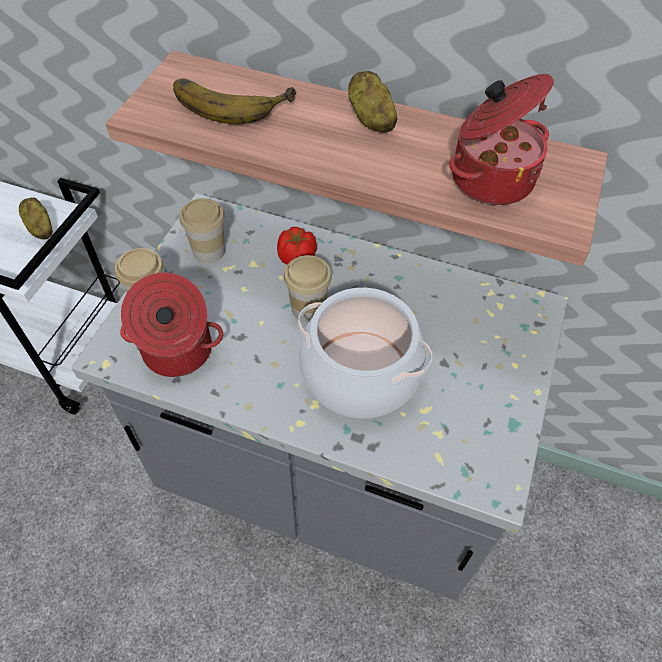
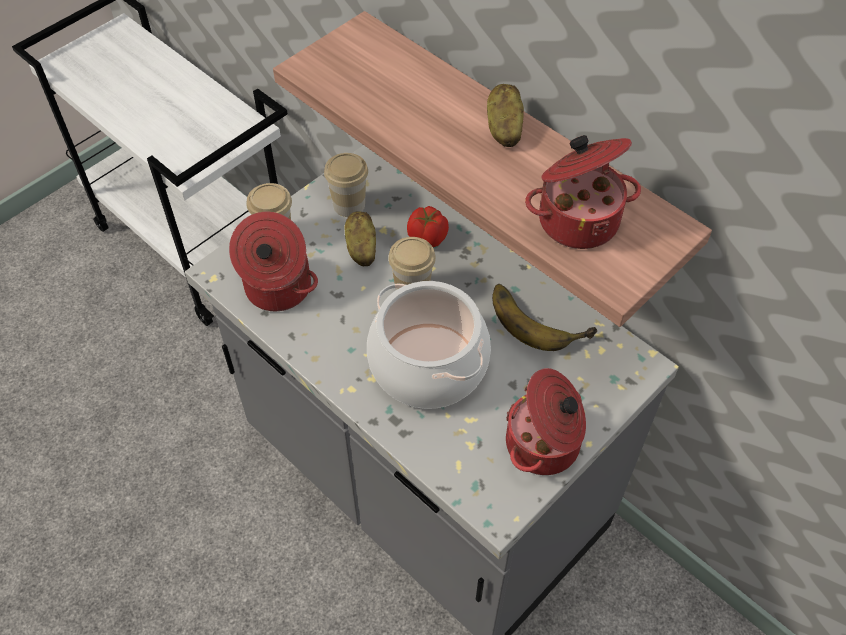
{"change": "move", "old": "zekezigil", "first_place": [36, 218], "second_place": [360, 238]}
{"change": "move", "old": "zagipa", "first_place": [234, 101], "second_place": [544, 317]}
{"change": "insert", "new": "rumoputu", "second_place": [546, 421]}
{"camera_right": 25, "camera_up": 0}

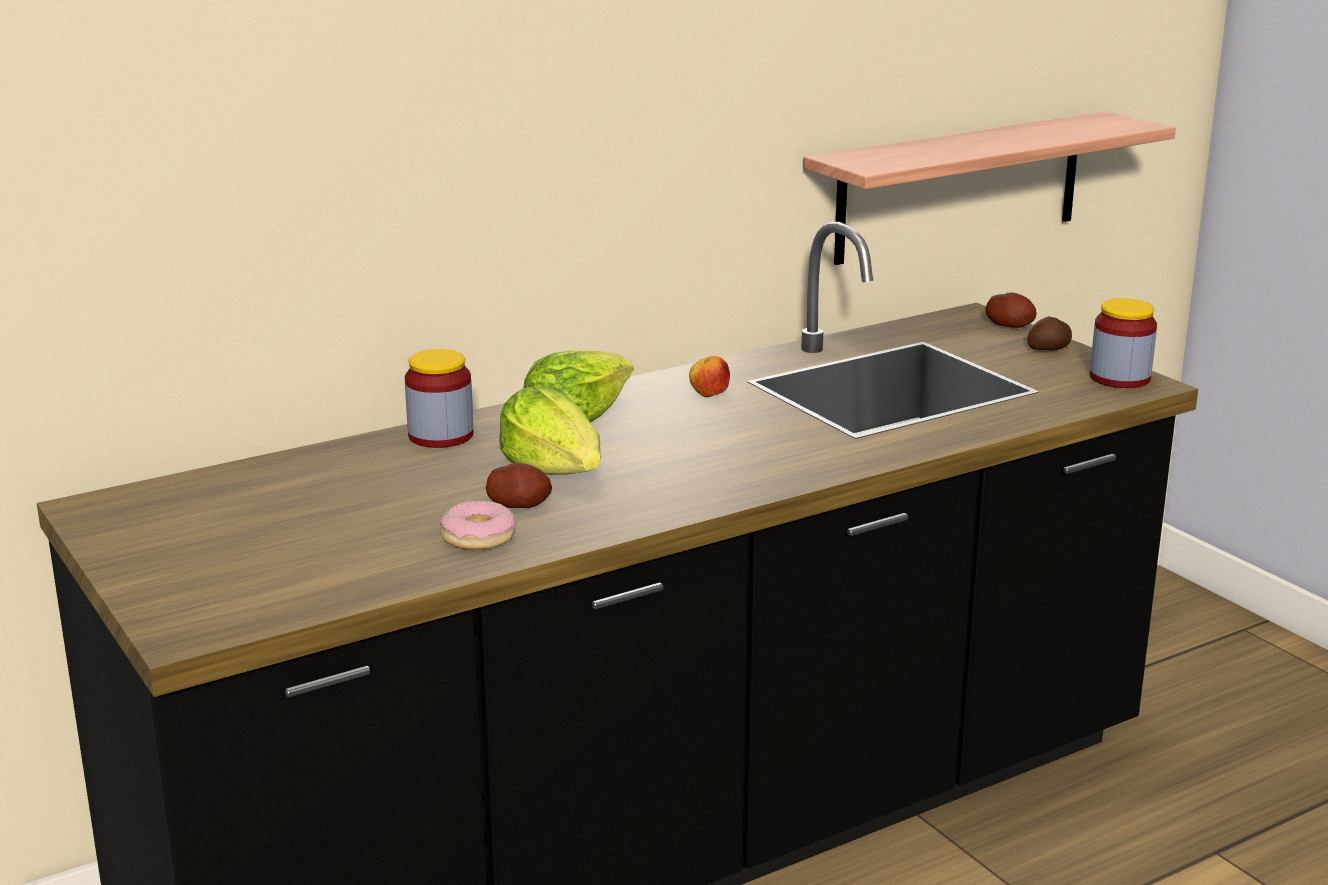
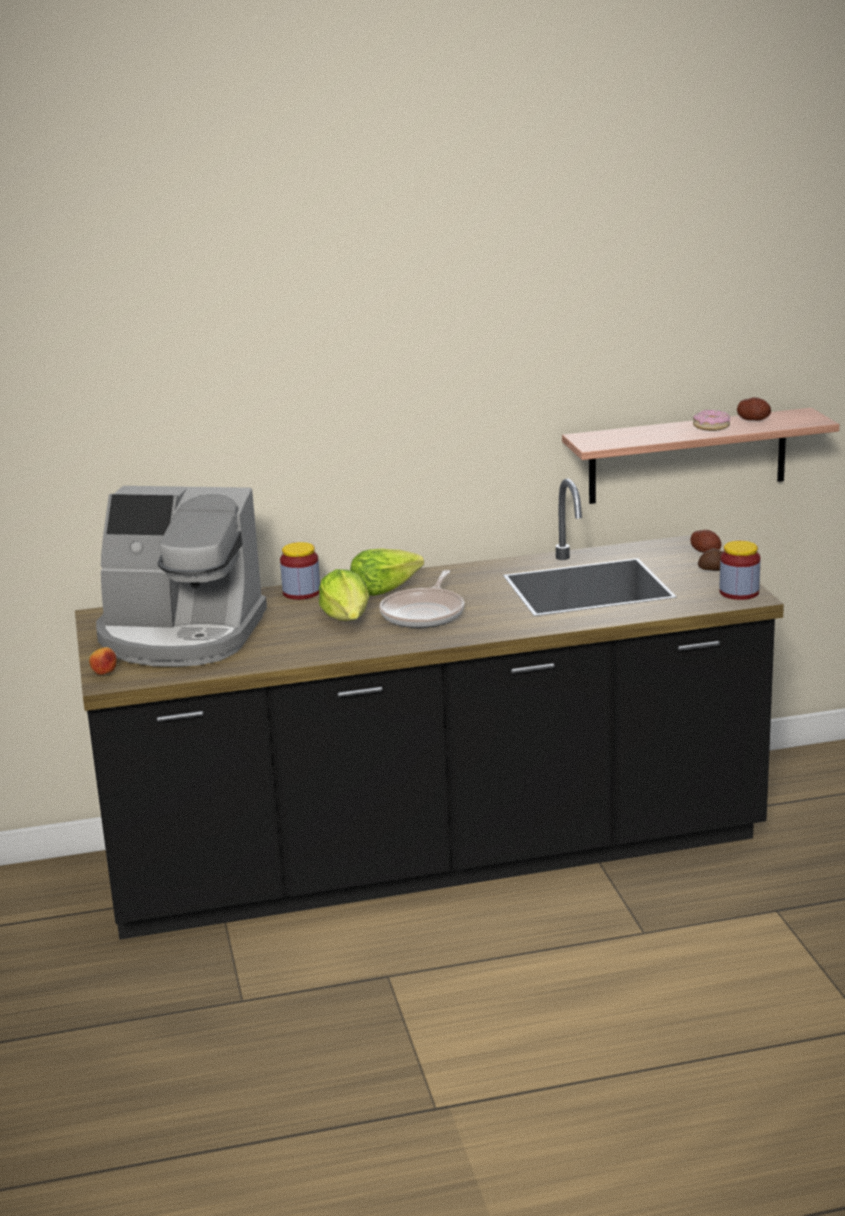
{"change": "move", "old": "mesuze", "first_place": [709, 376], "second_place": [103, 661]}
{"change": "insert", "new": "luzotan", "second_place": [181, 576]}
{"change": "insert", "new": "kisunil", "second_place": [422, 599]}
{"change": "move", "old": "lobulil", "first_place": [477, 525], "second_place": [711, 420]}
{"change": "move", "old": "zekezigil", "first_place": [519, 485], "second_place": [754, 409]}
{"camera_right": 20, "camera_up": 0}

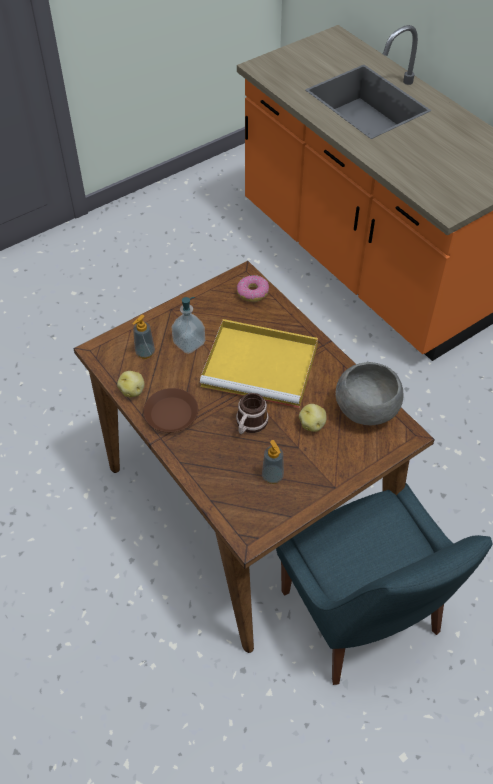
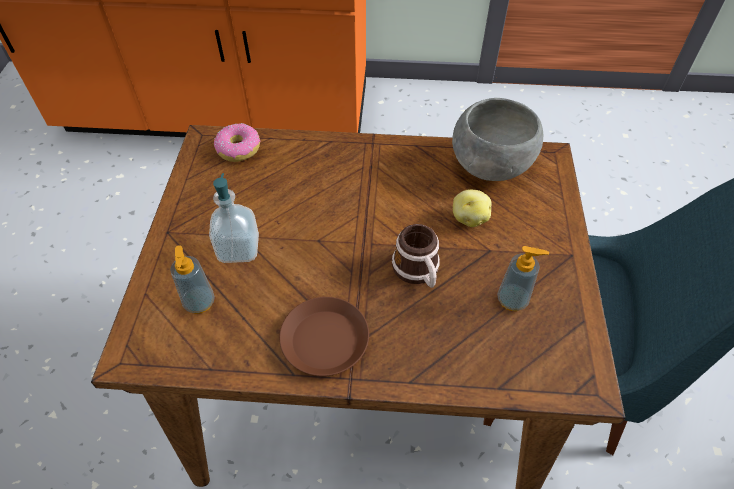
{"change": "delete", "old": "zekezigil", "first_place": [131, 384]}
{"change": "delete", "old": "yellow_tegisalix", "first_place": [259, 363]}
{"camera_right": -50, "camera_up": 0}

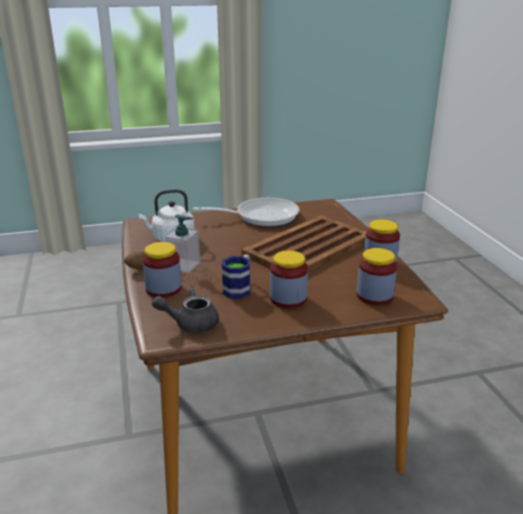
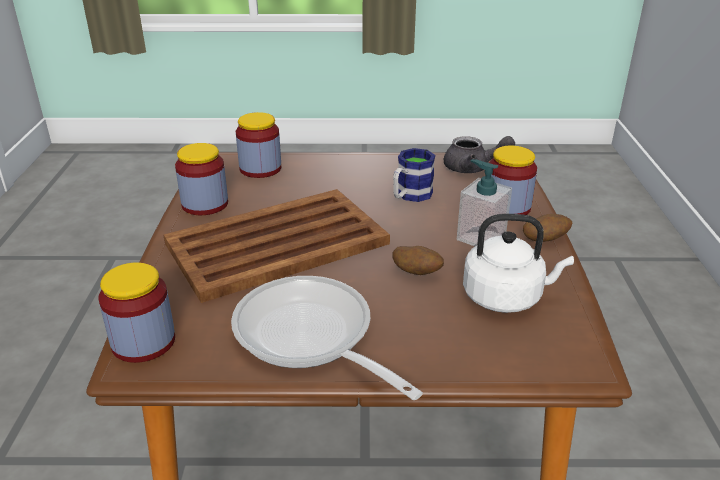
{"change": "move", "old": "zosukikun", "first_place": [289, 279], "second_place": [136, 312]}
{"change": "rotate", "old": "kisunil", "first_place": [247, 212], "second_place": [327, 338], "degrees": 45}
{"change": "insert", "new": "zekezigil", "second_place": [418, 260]}
{"camera_right": -165, "camera_up": 5}

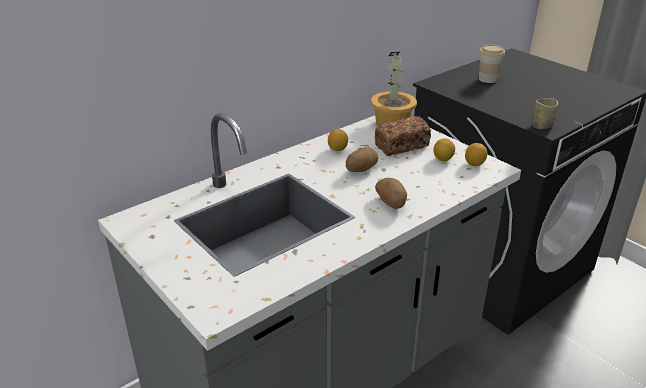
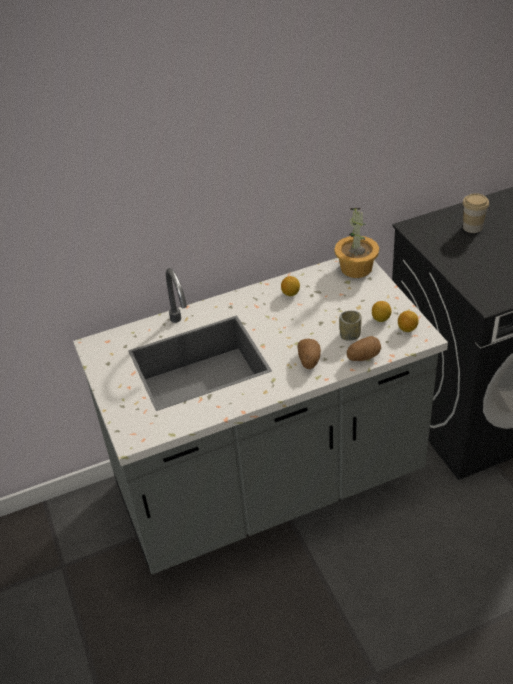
{"change": "move", "old": "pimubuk", "first_place": [545, 113], "second_place": [350, 326]}
{"change": "move", "old": "zekezigil", "first_place": [362, 159], "second_place": [364, 348]}
{"change": "delete", "old": "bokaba", "first_place": [403, 136]}
{"camera_right": 20, "camera_up": 10}

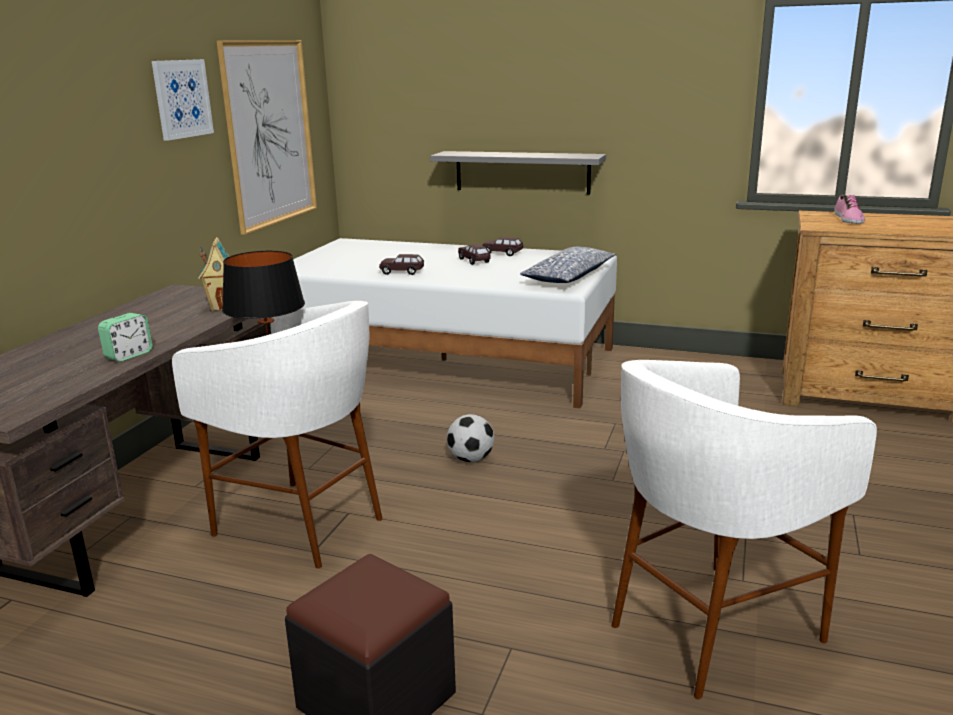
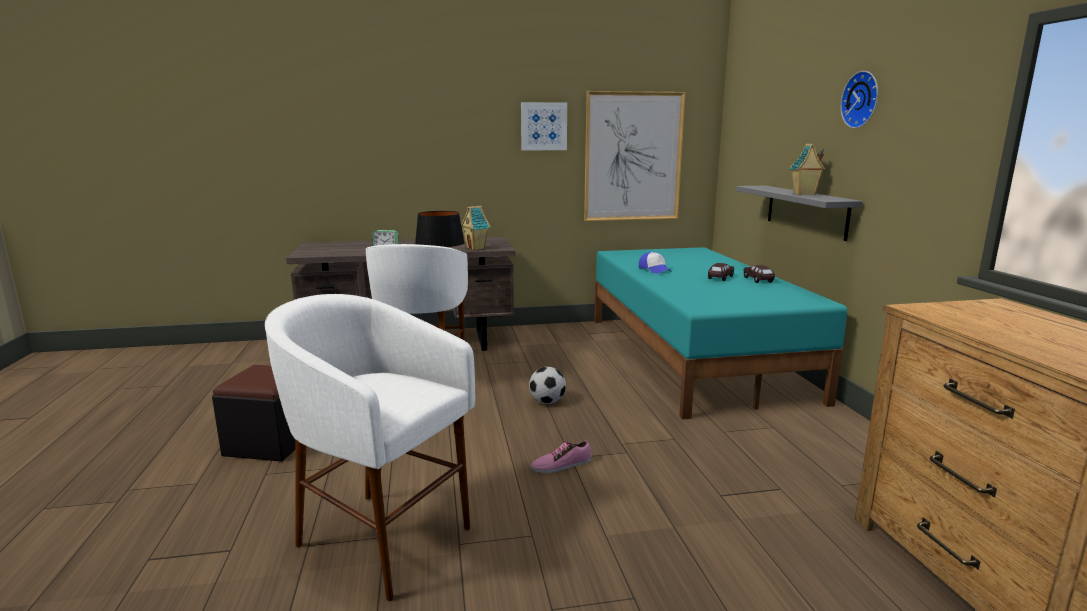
{"change": "move", "old": "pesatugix", "first_place": [849, 209], "second_place": [561, 457]}
{"change": "recolor", "old": "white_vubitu", "new": "turquoise_vubitu", "first_place": [455, 323], "second_place": [720, 333]}
{"change": "replace", "old": "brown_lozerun", "new": "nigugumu", "first_place": [401, 264], "second_place": [655, 263]}
{"change": "insert", "new": "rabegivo", "second_place": [807, 169]}
{"change": "insert", "new": "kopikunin", "second_place": [859, 99]}
{"change": "delete", "old": "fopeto", "first_place": [568, 265]}
{"camera_right": 60, "camera_up": -5}

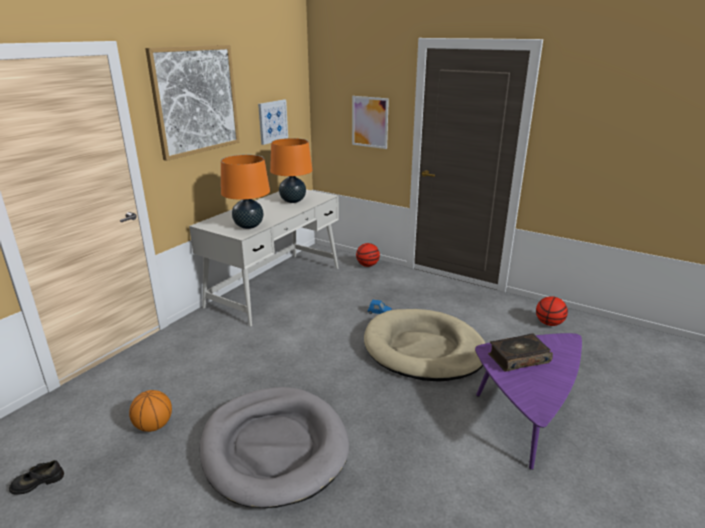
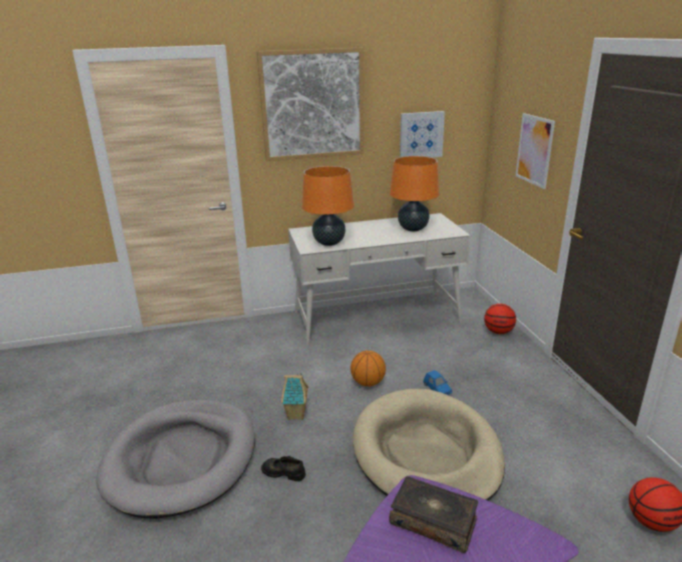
{"change": "move", "old": "black_pesatugix", "first_place": [36, 477], "second_place": [283, 468]}
{"change": "insert", "new": "rabegivo", "second_place": [295, 396]}
{"change": "move", "old": "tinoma", "first_place": [150, 411], "second_place": [368, 368]}
{"camera_right": 45, "camera_up": 0}

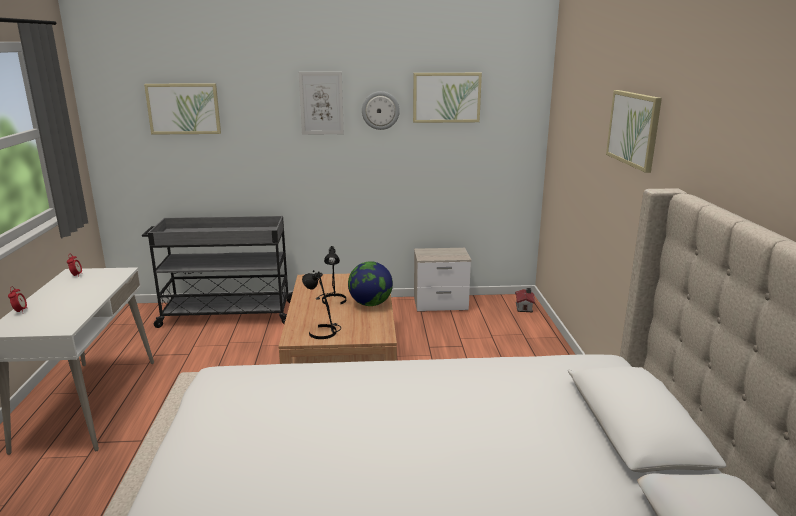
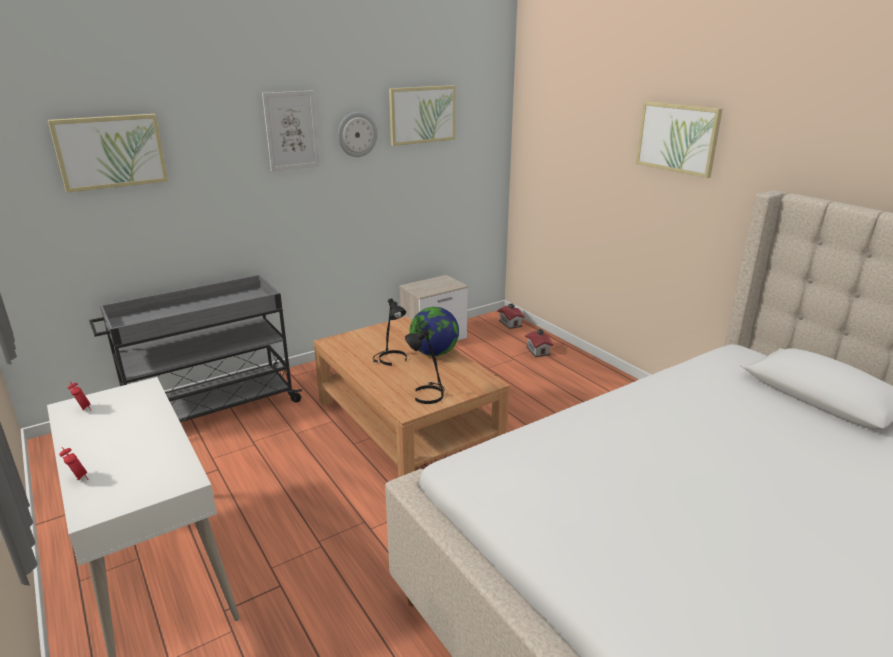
{"change": "insert", "new": "rabegivo", "second_place": [539, 343]}
{"camera_right": -30, "camera_up": 5}

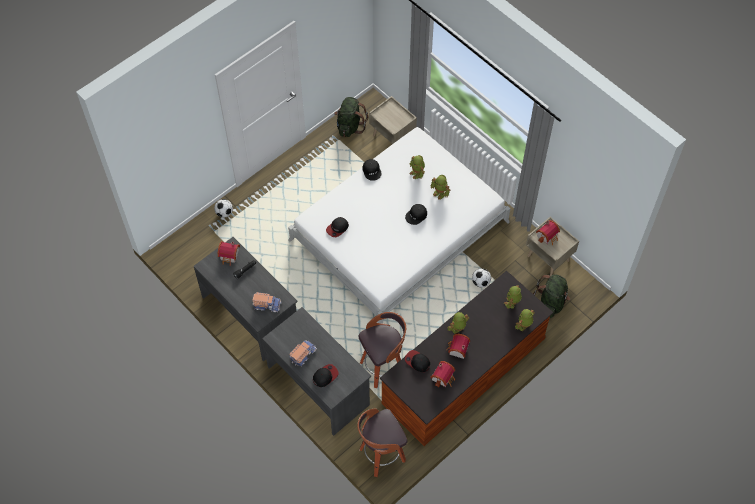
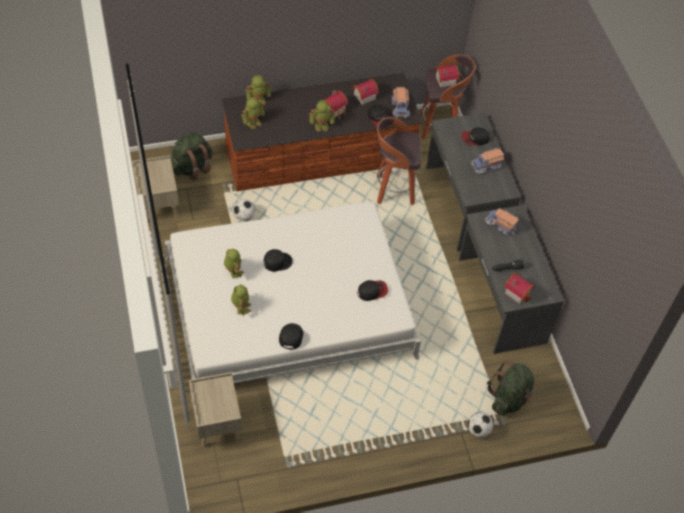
{"change": "insert", "new": "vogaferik", "second_place": [400, 102]}
{"change": "move", "old": "rabegivo", "first_place": [548, 232], "second_place": [447, 76]}
{"change": "move", "old": "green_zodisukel", "first_place": [351, 117], "second_place": [510, 388]}
{"camera_right": -155, "camera_up": -5}

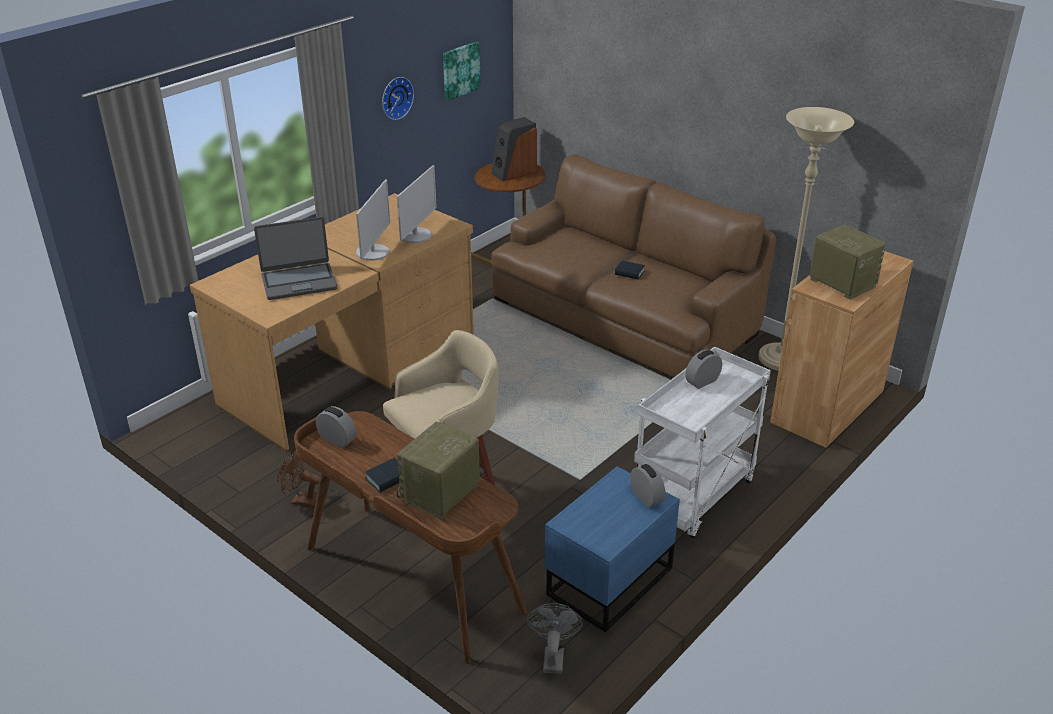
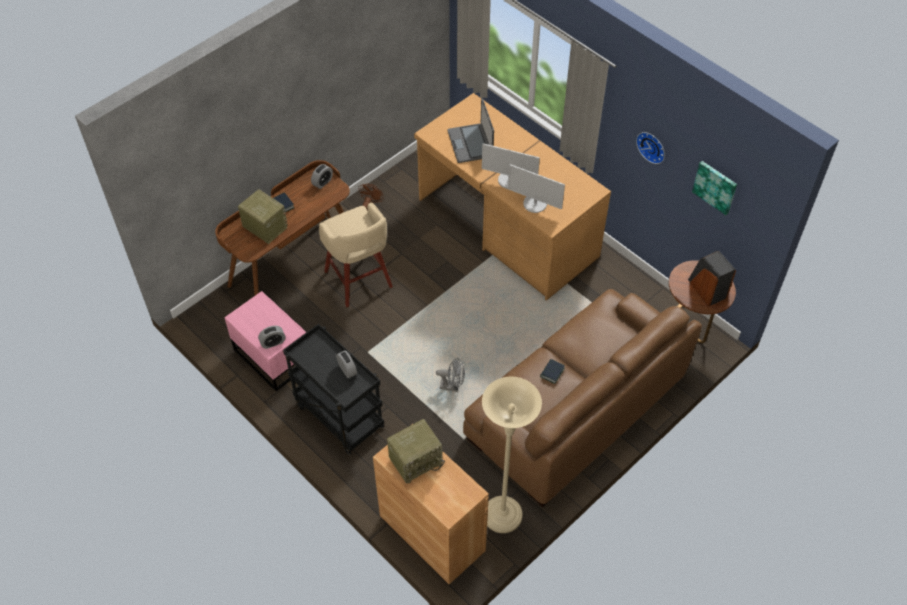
{"change": "recolor", "old": "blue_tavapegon", "new": "pink_tavapegon", "first_place": [612, 549], "second_place": [265, 341]}
{"change": "recolor", "old": "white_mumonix", "new": "black_mumonix", "first_place": [702, 442], "second_place": [333, 389]}
{"change": "move", "old": "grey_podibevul", "first_place": [555, 638], "second_place": [450, 374]}
{"camera_right": 95, "camera_up": 20}

